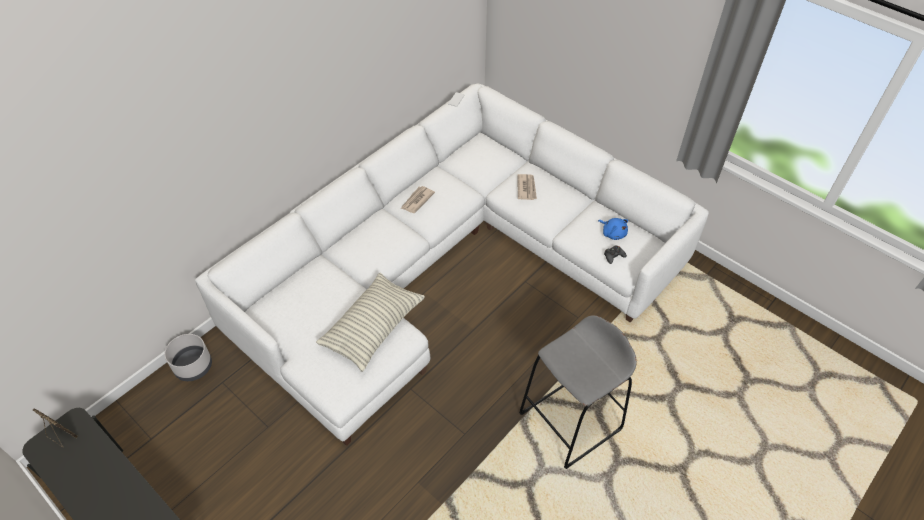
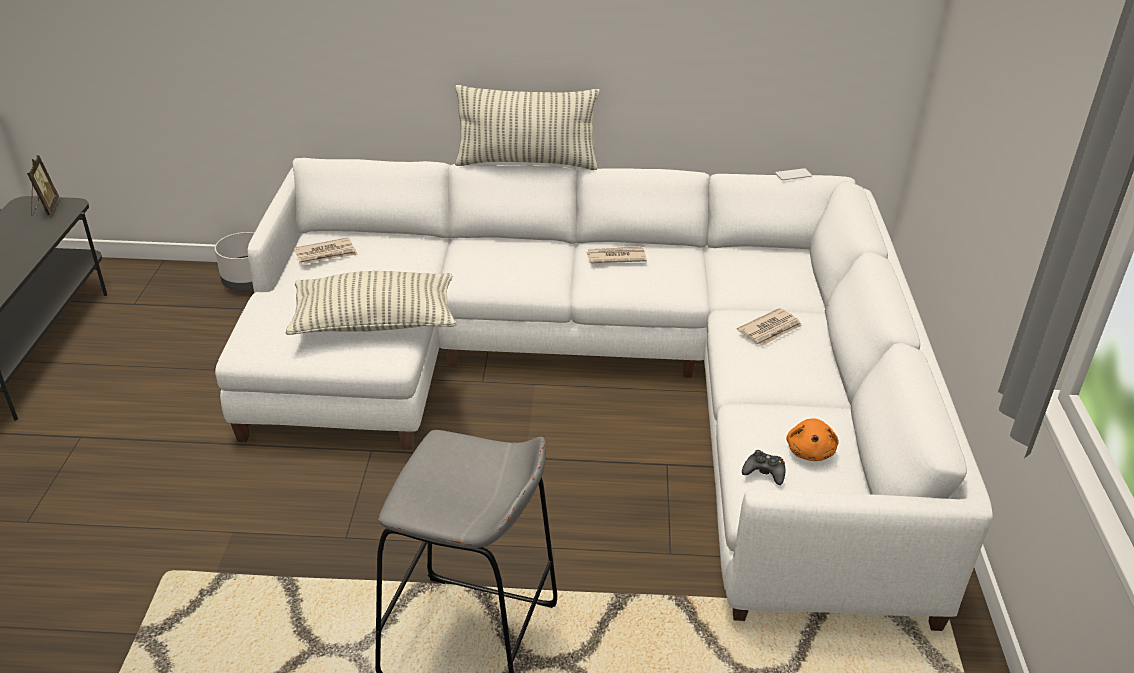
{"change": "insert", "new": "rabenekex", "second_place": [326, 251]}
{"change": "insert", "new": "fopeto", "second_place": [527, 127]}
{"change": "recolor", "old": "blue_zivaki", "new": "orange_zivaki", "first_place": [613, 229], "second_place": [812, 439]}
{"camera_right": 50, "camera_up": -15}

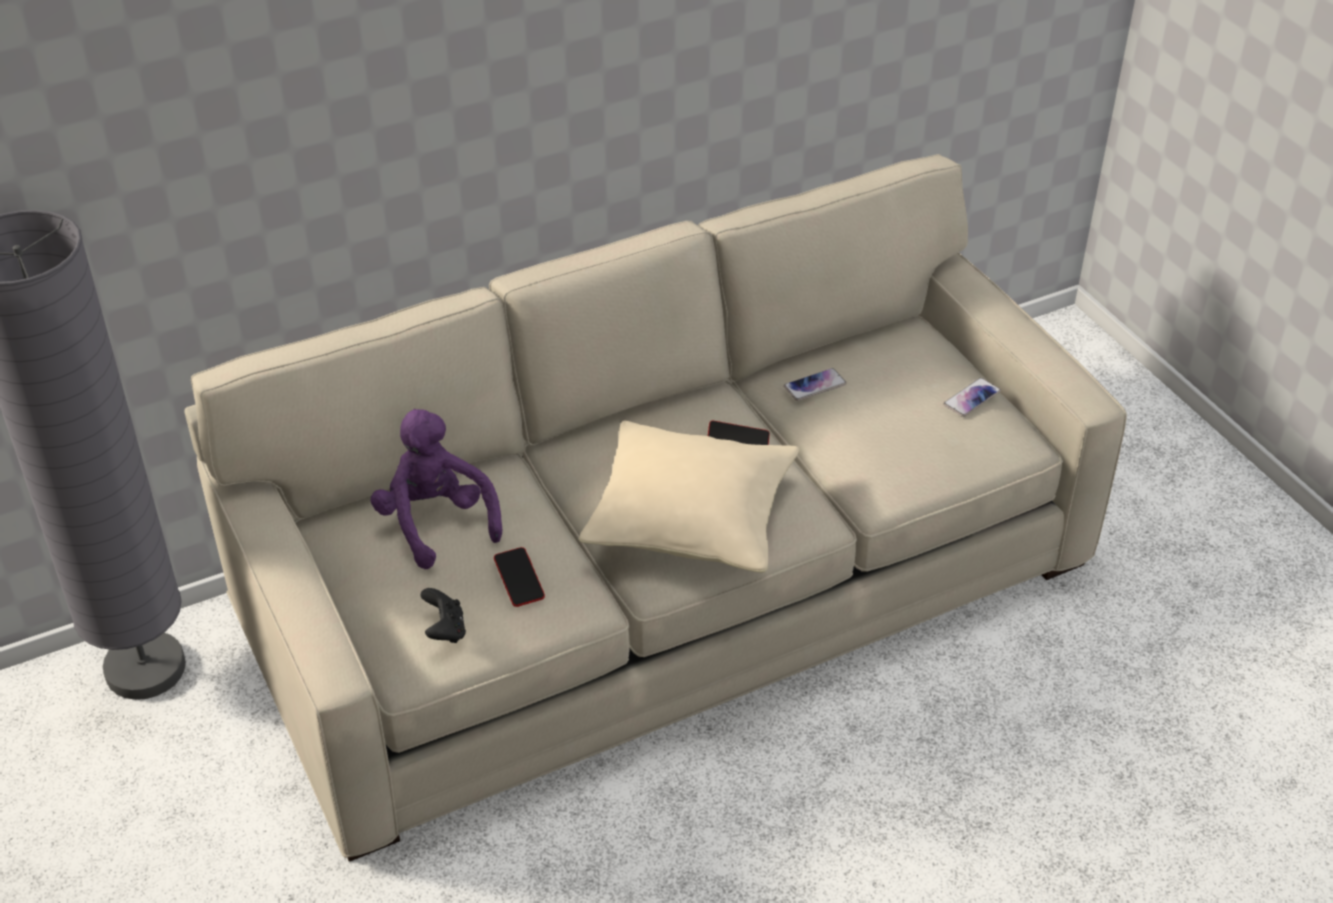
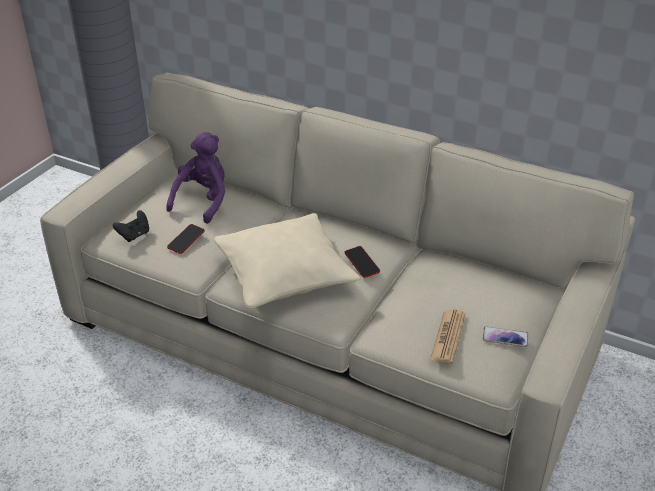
{"change": "insert", "new": "rabenekex", "second_place": [448, 336]}
{"change": "delete", "old": "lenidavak", "first_place": [815, 384]}
{"camera_right": 55, "camera_up": -5}

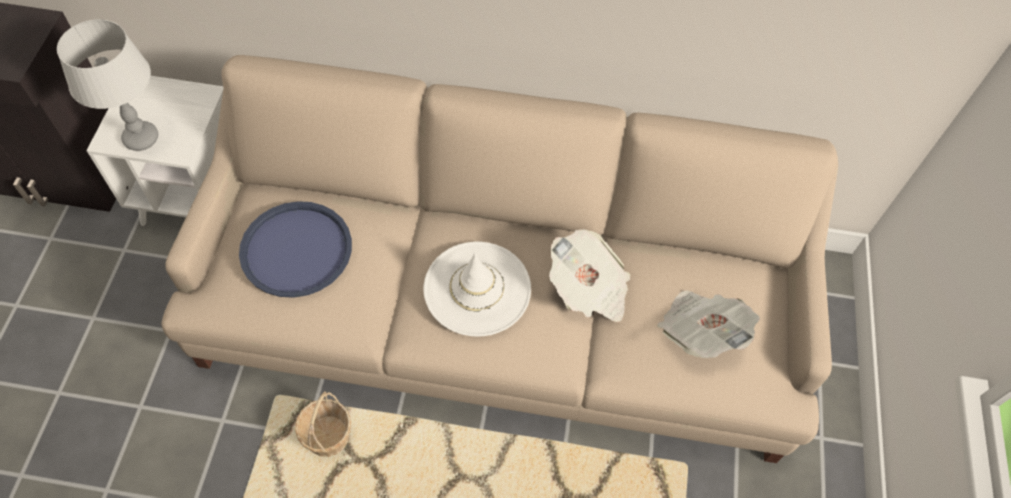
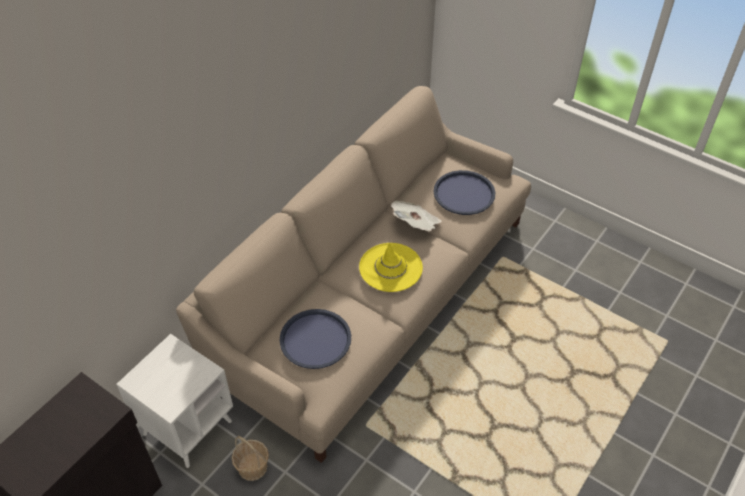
{"change": "move", "old": "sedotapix", "first_place": [323, 424], "second_place": [250, 458]}
{"change": "recolor", "old": "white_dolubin", "new": "yellow_dolubin", "first_place": [477, 289], "second_place": [391, 267]}
{"change": "replace", "old": "rabenekex", "new": "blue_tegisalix", "first_place": [708, 324], "second_place": [464, 192]}
{"change": "delete", "old": "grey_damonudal", "first_place": [108, 85]}
{"camera_right": -60, "camera_up": -10}

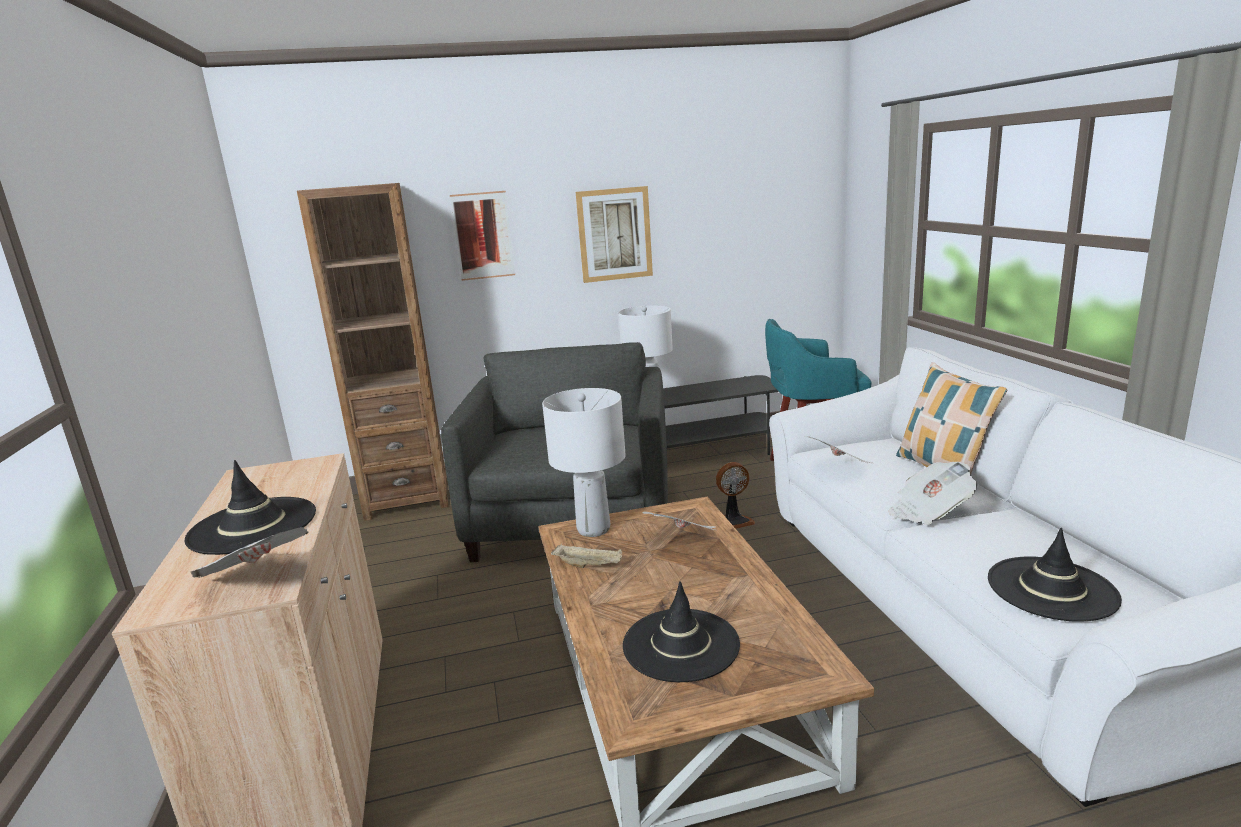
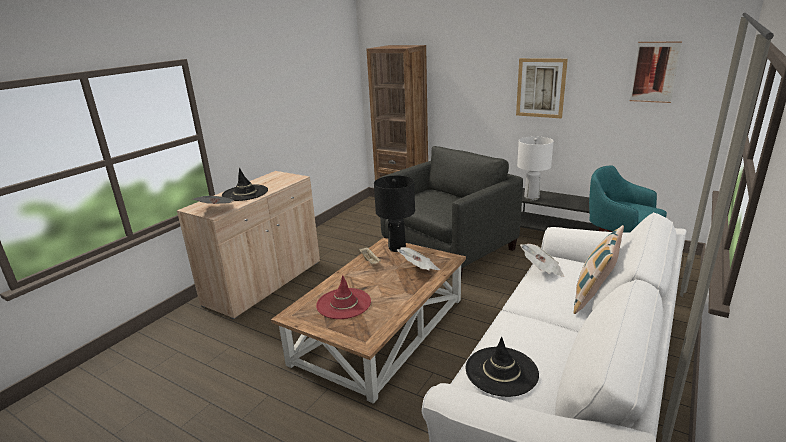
{"change": "recolor", "old": "black_dolubin", "new": "red_dolubin", "first_place": [681, 631], "second_place": [343, 297]}
{"change": "recolor", "old": "white_damonudal", "new": "black_damonudal", "first_place": [584, 462], "second_place": [394, 214]}
{"change": "move", "old": "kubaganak", "first_place": [482, 236], "second_place": [656, 72]}
{"change": "delete", "old": "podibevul", "first_place": [735, 495]}
{"change": "delete", "old": "rabenekex", "first_place": [932, 493]}
{"camera_right": 45, "camera_up": 5}

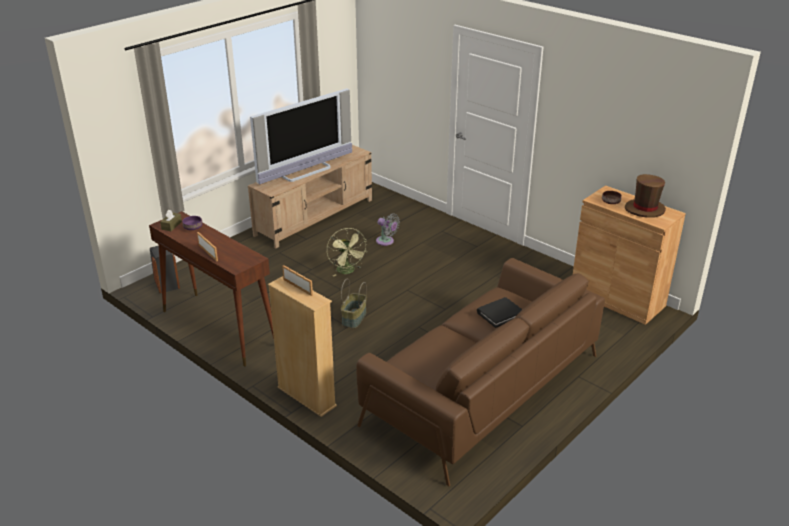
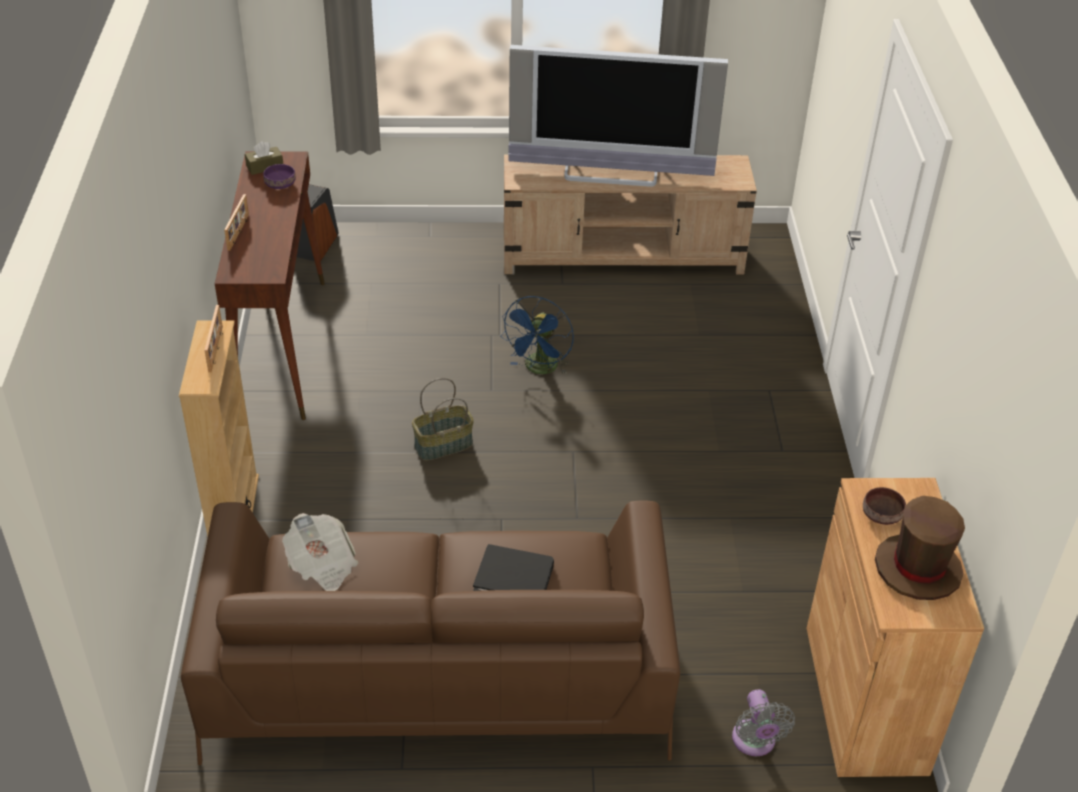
{"change": "insert", "new": "rabenekex", "second_place": [320, 552]}
{"change": "recolor", "old": "green_podibevul", "new": "blue_podibevul", "first_place": [347, 252], "second_place": [537, 335]}
{"change": "move", "old": "grey_podibevul", "first_place": [388, 230], "second_place": [763, 723]}
{"camera_right": 45, "camera_up": 10}

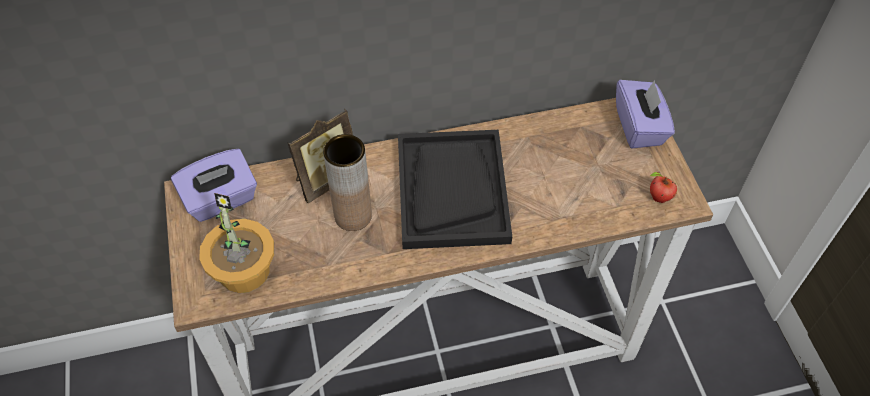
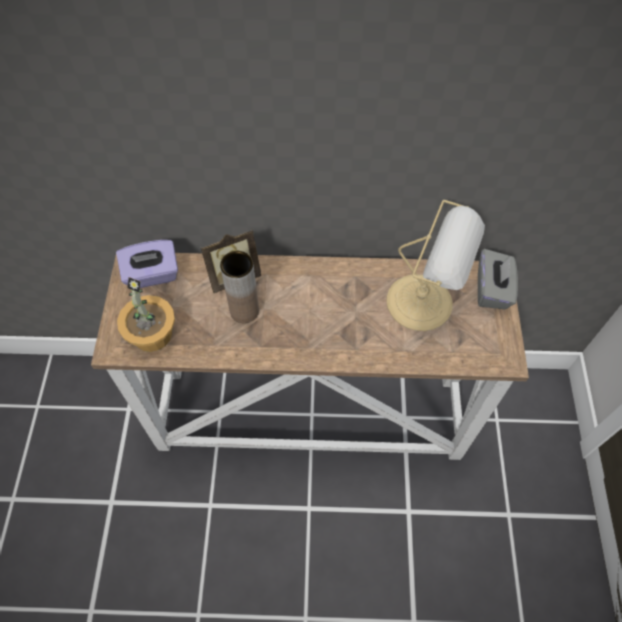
{"change": "insert", "new": "damonudal", "second_place": [436, 265]}
{"change": "recolor", "old": "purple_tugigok", "new": "grey_tugigok", "first_place": [645, 114], "second_place": [498, 279]}
{"change": "delete", "old": "black_tegisalix", "first_place": [455, 189]}
{"change": "delete", "old": "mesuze", "first_place": [663, 187]}
{"camera_right": 15, "camera_up": 5}

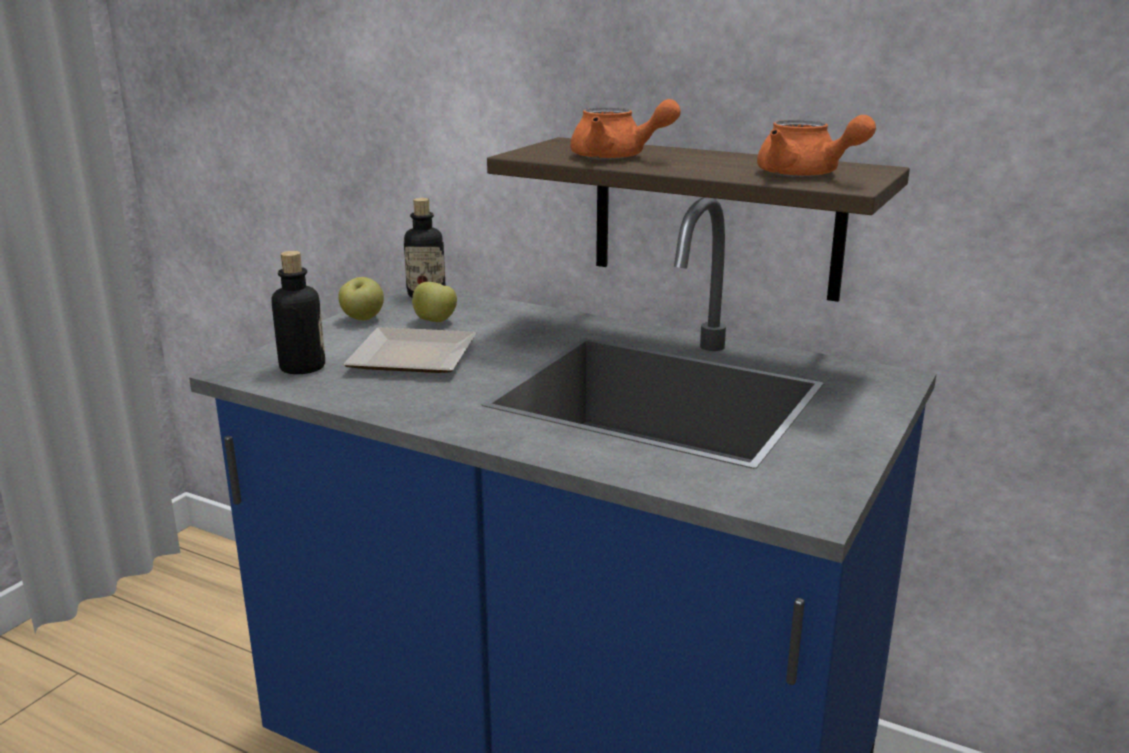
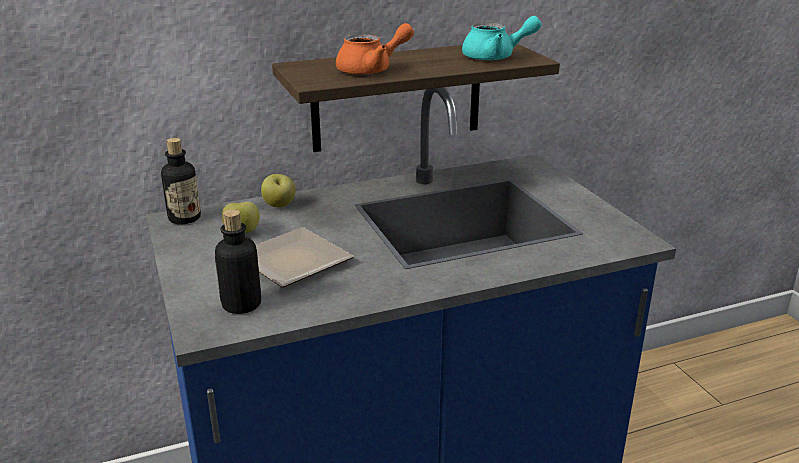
{"change": "move", "old": "mesuze", "first_place": [361, 298], "second_place": [278, 190]}
{"change": "recolor", "old": "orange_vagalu", "new": "turquoise_vagalu", "first_place": [816, 146], "second_place": [502, 38]}
{"camera_right": -50, "camera_up": 5}

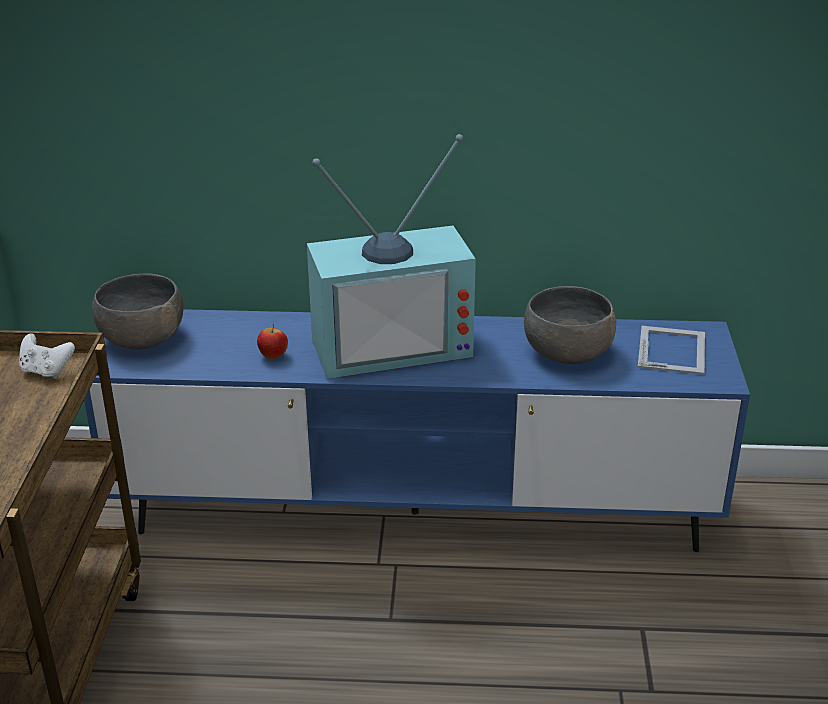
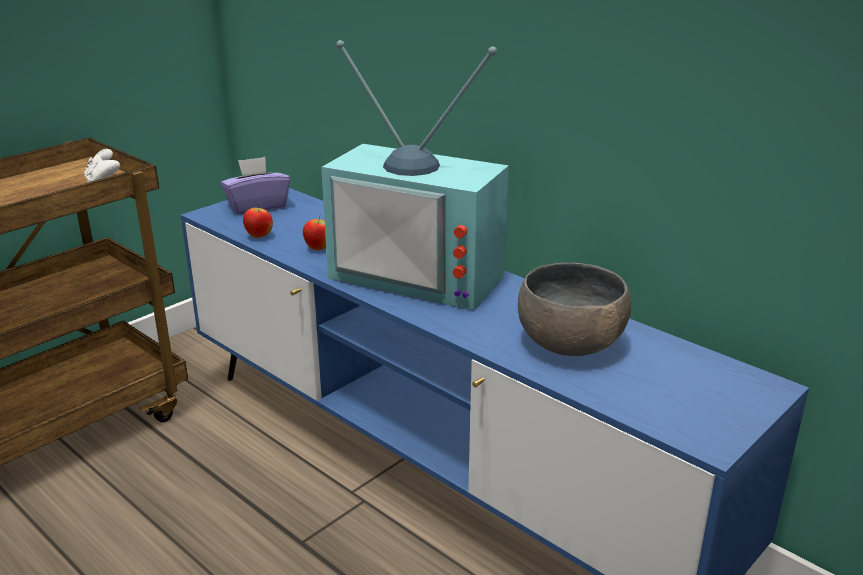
{"change": "replace", "old": "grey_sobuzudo", "new": "purple_tugigok", "first_place": [138, 311], "second_place": [256, 186]}
{"change": "insert", "new": "mesuze", "second_place": [258, 222]}
{"change": "delete", "old": "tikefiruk", "first_place": [671, 350]}
{"camera_right": 40, "camera_up": -5}

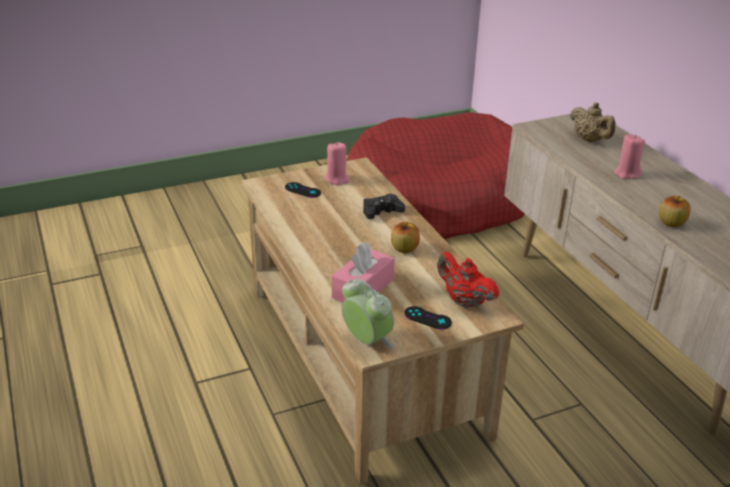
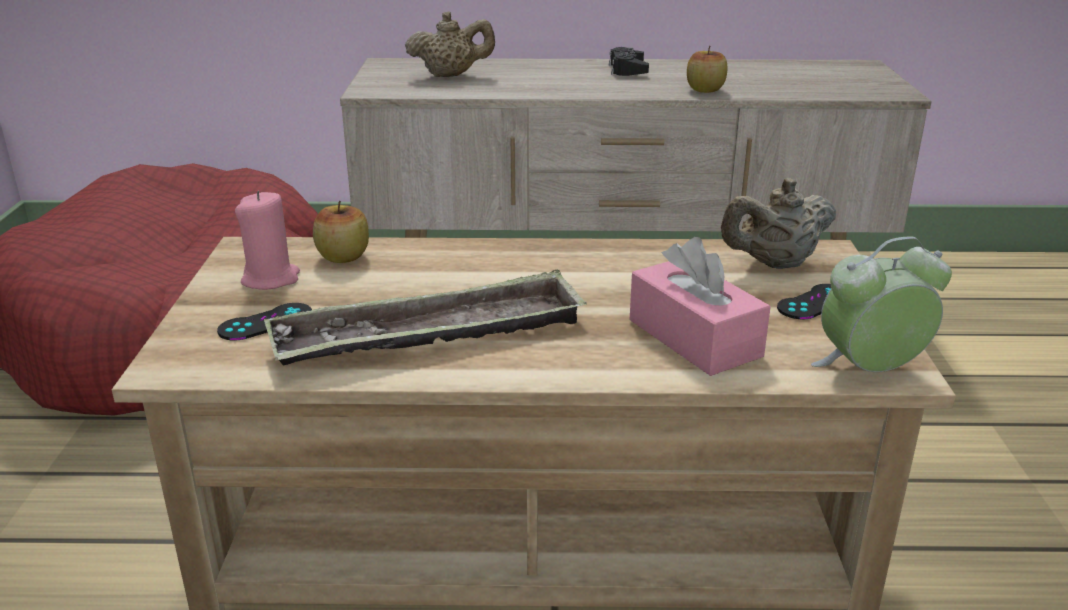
{"change": "insert", "new": "tegisalix", "second_place": [425, 317]}
{"change": "move", "old": "mesuze", "first_place": [405, 237], "second_place": [341, 231]}
{"change": "move", "old": "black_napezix", "first_place": [384, 206], "second_place": [629, 61]}
{"change": "recolor", "old": "red_vagalu", "new": "beige_vagalu", "first_place": [468, 280], "second_place": [778, 223]}
{"change": "delete", "old": "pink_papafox", "first_place": [629, 157]}
{"camera_right": -65, "camera_up": -5}

